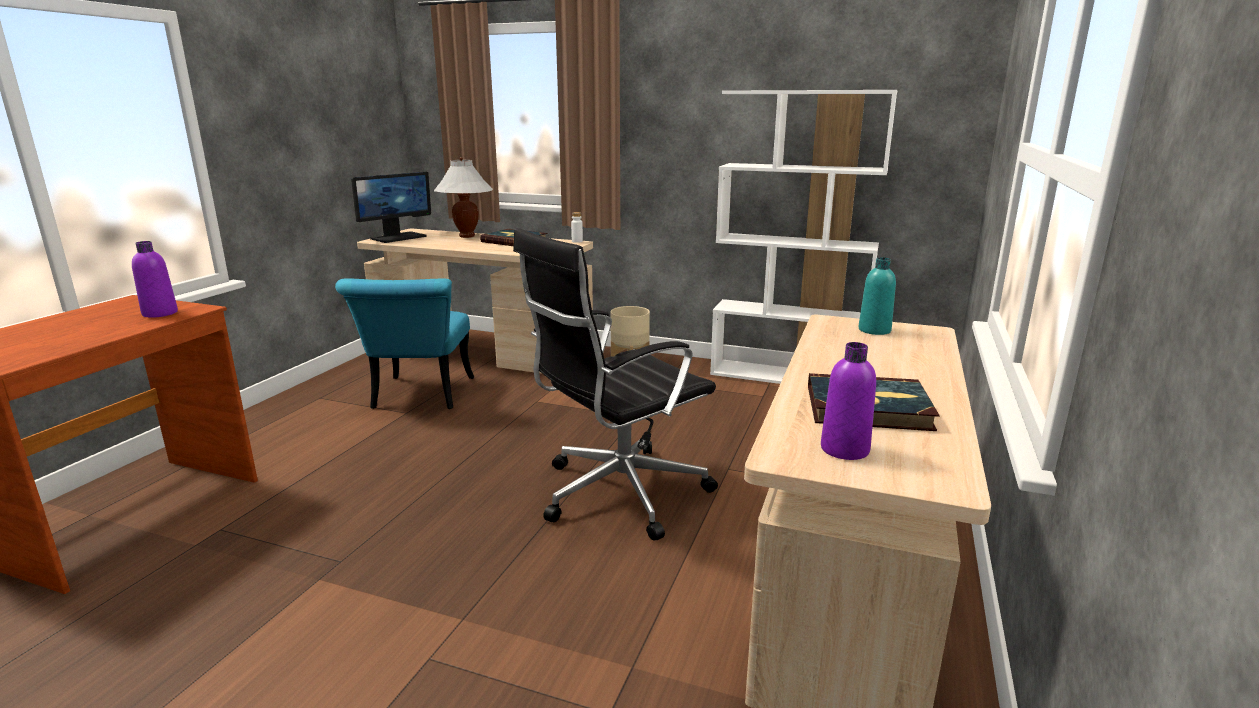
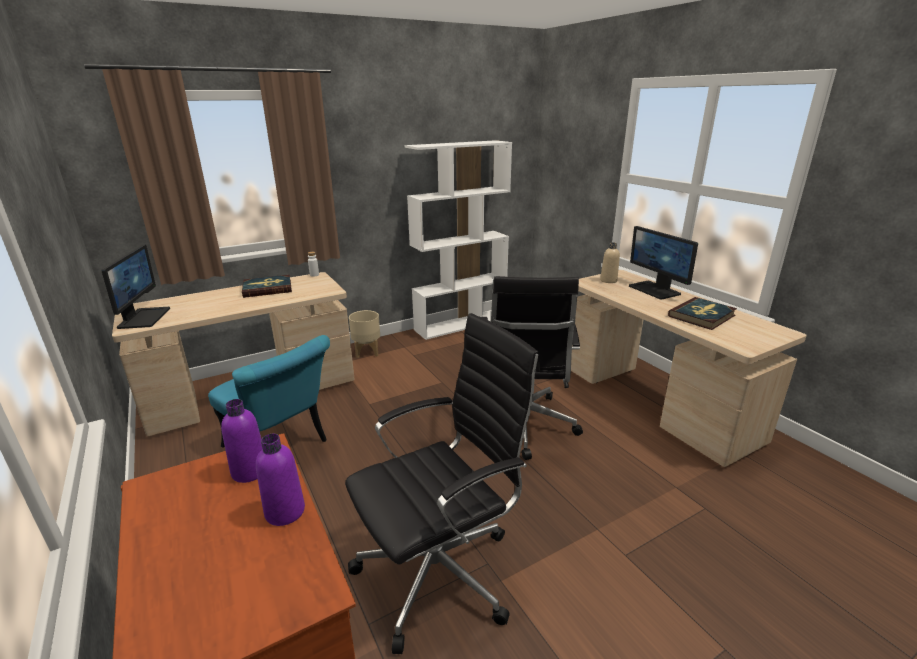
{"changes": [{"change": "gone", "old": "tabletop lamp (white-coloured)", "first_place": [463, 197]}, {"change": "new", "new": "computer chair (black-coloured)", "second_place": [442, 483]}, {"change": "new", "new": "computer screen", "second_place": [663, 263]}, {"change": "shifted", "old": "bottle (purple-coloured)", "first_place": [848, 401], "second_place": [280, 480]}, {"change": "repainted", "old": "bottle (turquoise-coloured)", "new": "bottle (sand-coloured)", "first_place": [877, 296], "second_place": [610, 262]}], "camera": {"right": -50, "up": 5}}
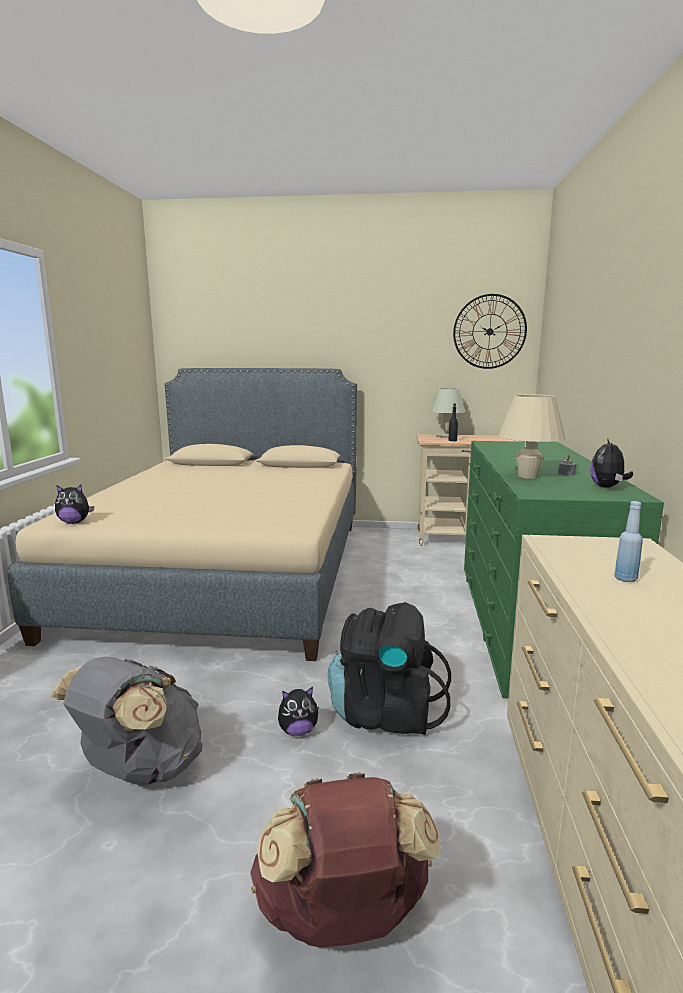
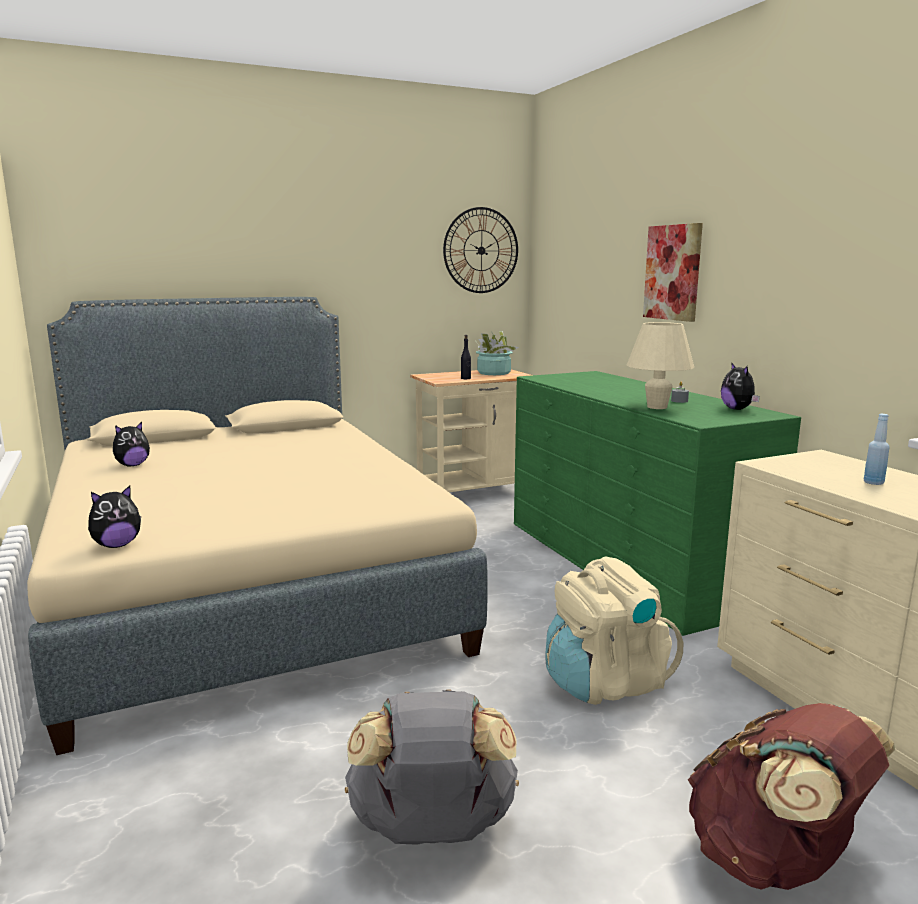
{"changes": [{"change": "gone", "old": "tabletop lamp (sand-coloured)", "first_place": [448, 413]}, {"change": "new", "new": "plant in a pot", "second_place": [497, 353]}, {"change": "new", "new": "wall art", "second_place": [673, 272]}, {"change": "shifted", "old": "soft toy", "first_place": [298, 711], "second_place": [131, 444]}, {"change": "repainted", "old": "knapsack (black-coloured)", "new": "knapsack (sand-coloured)", "first_place": [389, 668], "second_place": [614, 630]}], "camera": {"right": -30, "up": 0}}
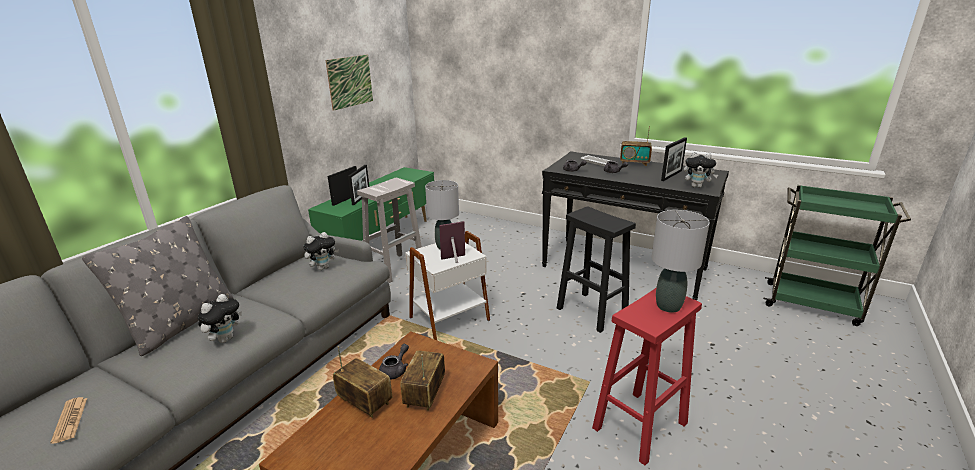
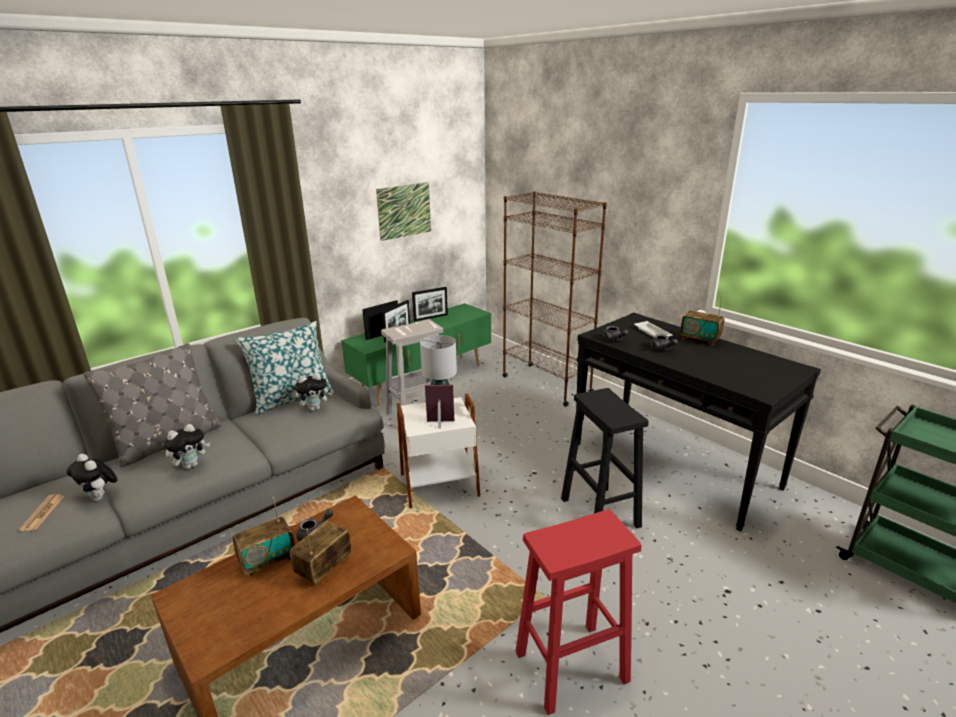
{"changes": [{"change": "gone", "old": "tabletop lamp (grey)", "first_place": [680, 261]}, {"change": "new", "new": "cushion", "second_place": [285, 368]}, {"change": "new", "new": "shelving unit (brown)", "second_place": [555, 299]}, {"change": "shifted", "old": "photo frame", "first_place": [674, 159], "second_place": [430, 304]}, {"change": "shifted", "old": "soft toy", "first_place": [701, 170], "second_place": [92, 477]}, {"change": "rotated", "old": "radio set", "first_place": [362, 382], "second_place": [263, 537], "degrees": 90}], "camera": {"right": 20, "up": 0}}
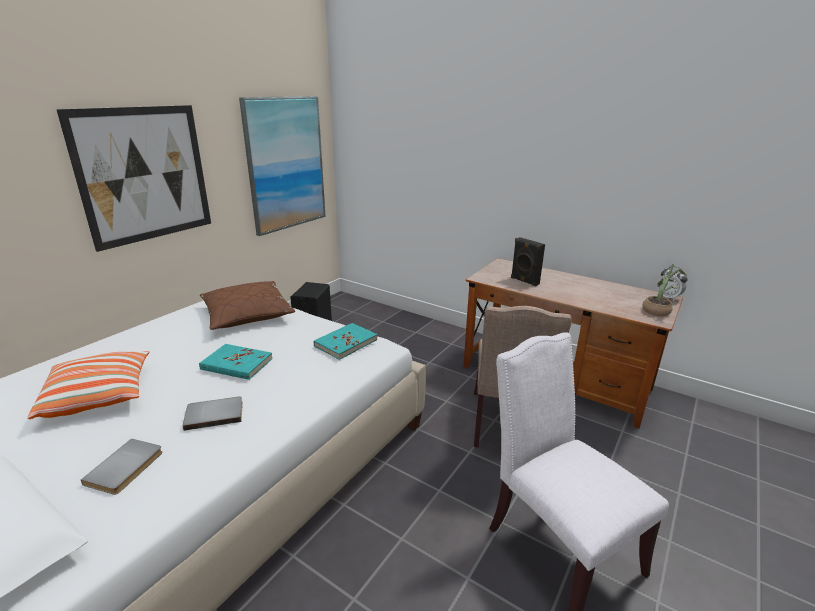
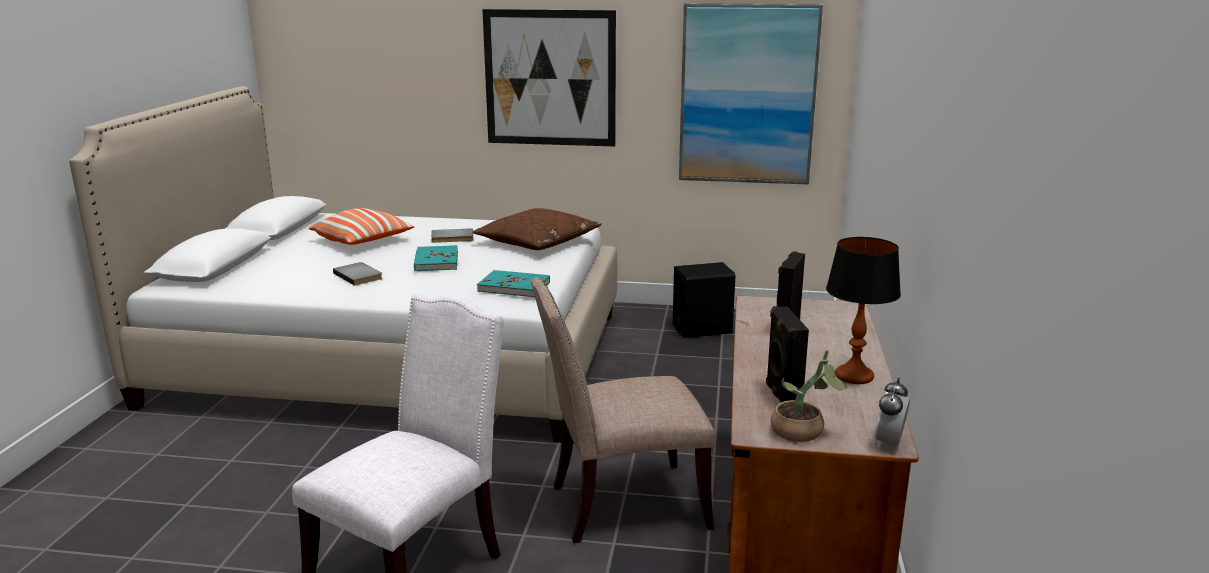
{"changes": [{"change": "new", "new": "loudspeaker (black-coloured)", "second_place": [787, 354]}, {"change": "new", "new": "tabletop lamp", "second_place": [863, 310]}, {"change": "shifted", "old": "bound book (grey)", "first_place": [122, 467], "second_place": [452, 235]}], "camera": {"right": 65, "up": -5}}
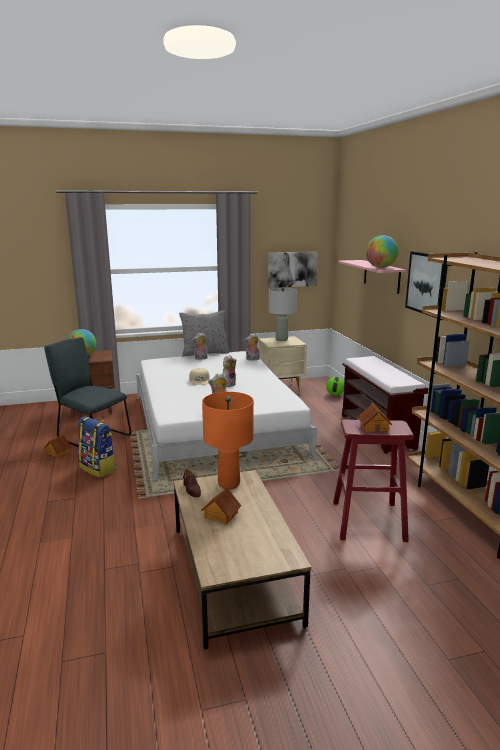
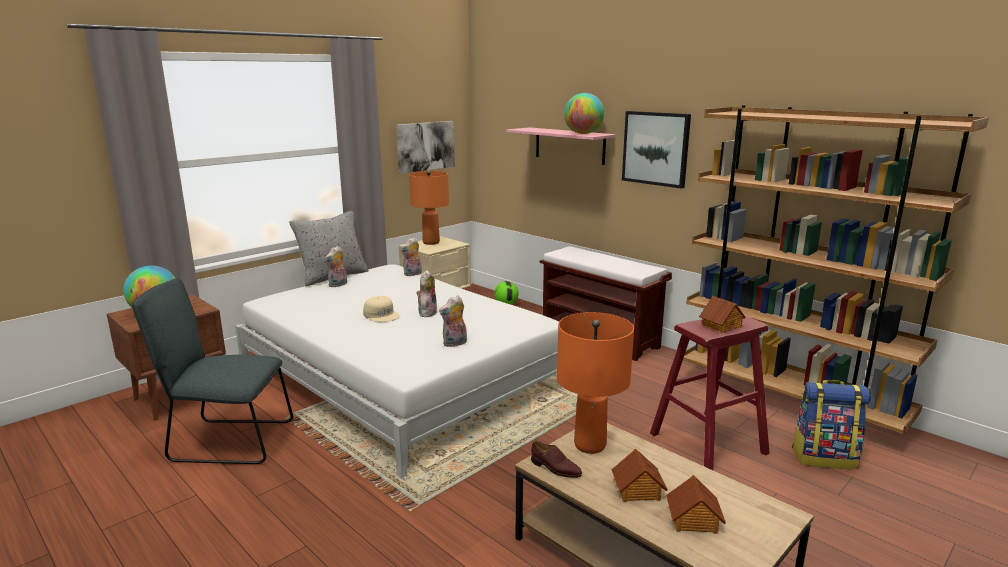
{"changes": [{"change": "shifted", "old": "miniature house", "first_place": [57, 446], "second_place": [696, 504]}, {"change": "shifted", "old": "knapsack", "first_place": [97, 447], "second_place": [831, 424]}, {"change": "repainted", "old": "tabletop lamp (grey)", "new": "tabletop lamp (orange-coloured)", "first_place": [283, 314], "second_place": [429, 208]}], "camera": {"right": -30, "up": 0}}
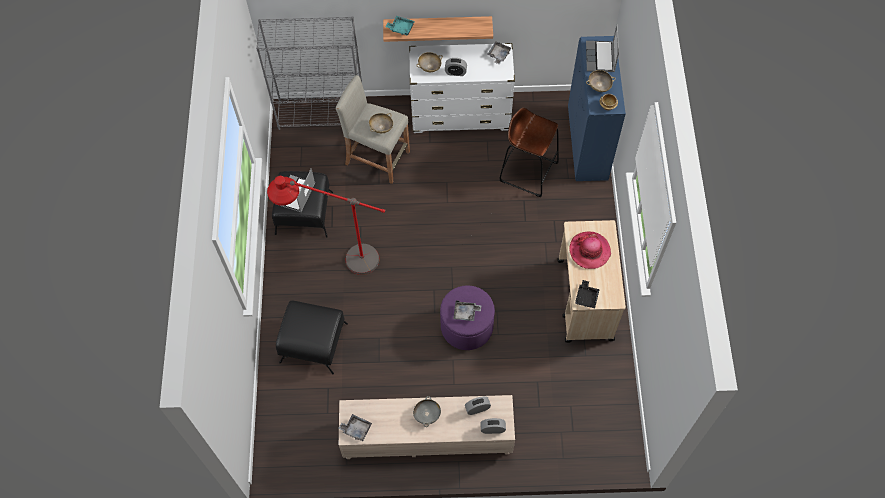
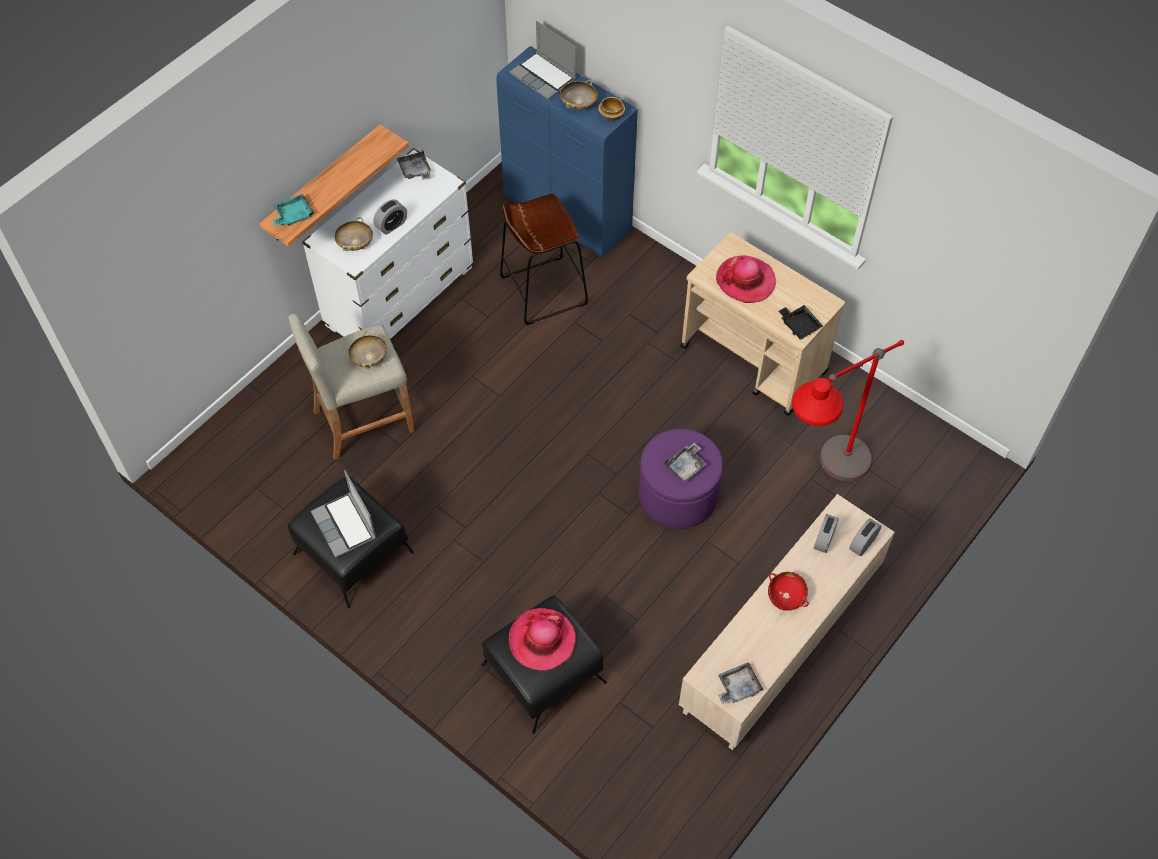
{"changes": [{"change": "gone", "old": "shelving unit (grey)", "first_place": [309, 73]}, {"change": "new", "new": "clothing hat", "second_place": [542, 639]}, {"change": "shifted", "old": "standard lamp (red)", "first_place": [326, 225], "second_place": [848, 410]}, {"change": "repainted", "old": "deep dish (grey)", "new": "deep dish (red)", "first_place": [427, 411], "second_place": [788, 591]}], "camera": {"right": -50, "up": -5}}
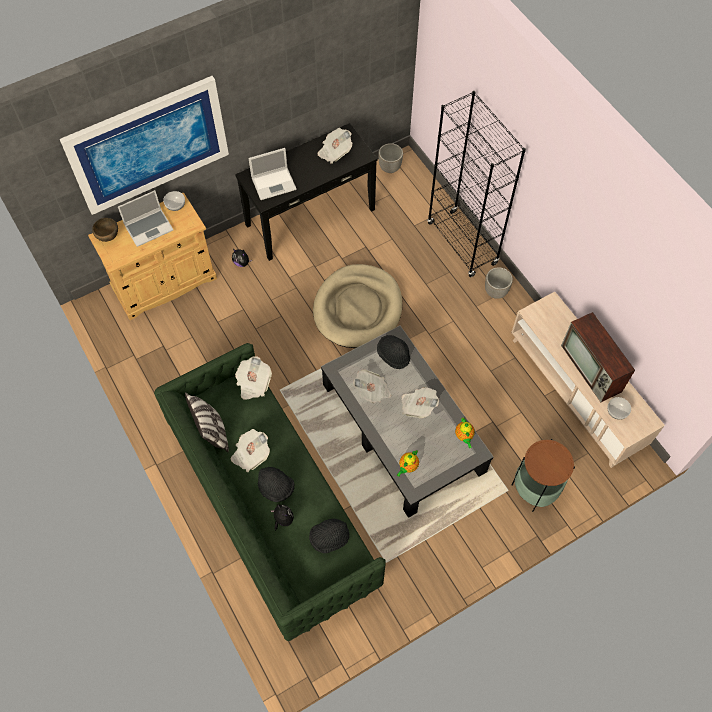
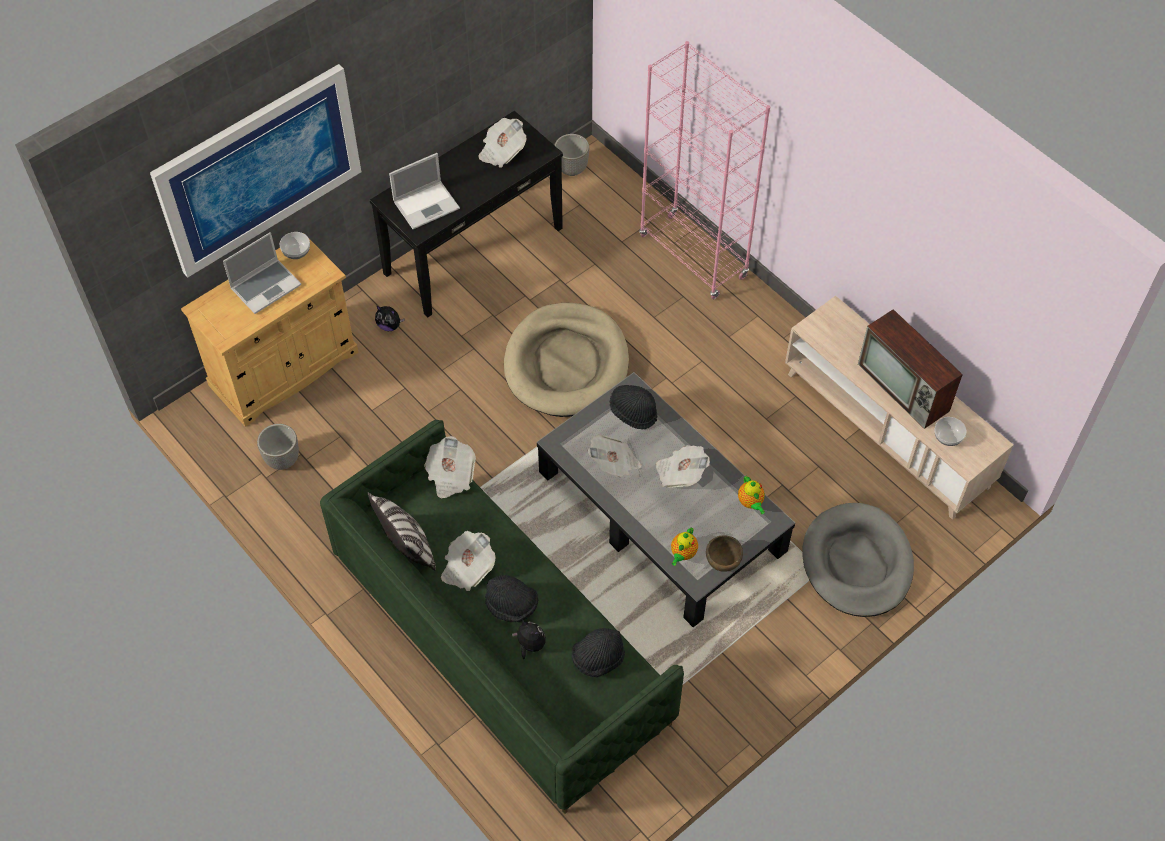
{"changes": [{"change": "shifted", "old": "deep dish (brown)", "first_place": [105, 230], "second_place": [724, 553]}, {"change": "shifted", "old": "plant pot", "first_place": [499, 283], "second_place": [278, 447]}, {"change": "swapped", "old": "end table", "new": "pet bed (grey)", "first_place": [543, 475], "second_place": [858, 560]}, {"change": "repainted", "old": "shelving unit (black-coloured)", "new": "shelving unit (pink)", "first_place": [476, 184], "second_place": [704, 170]}], "camera": {"right": -10, "up": -5}}
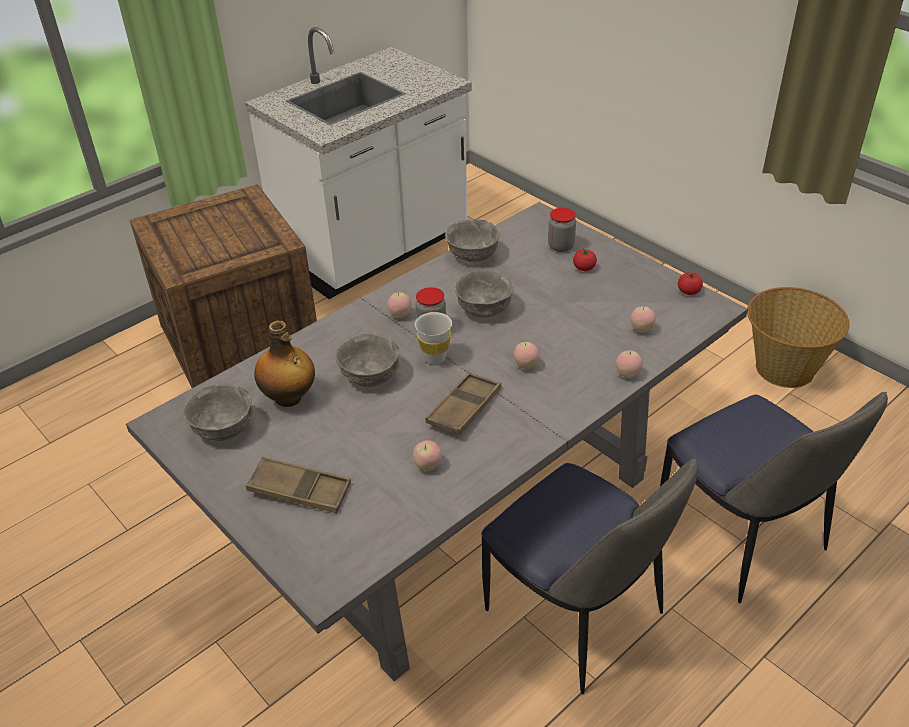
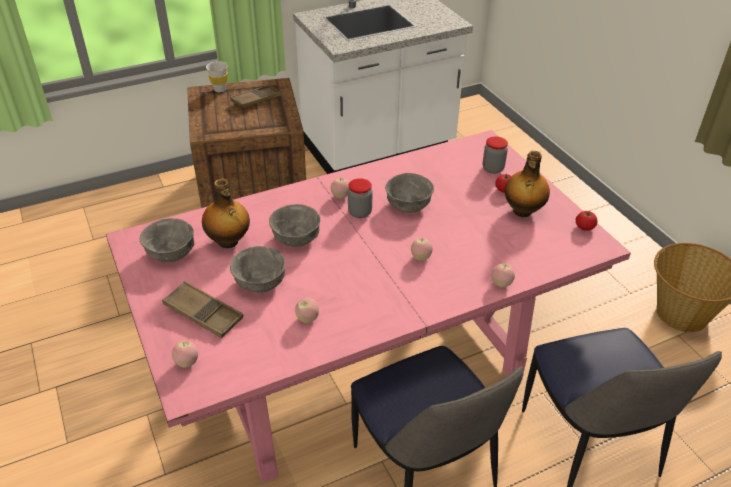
{"changes": [{"change": "new", "new": "bottle", "second_place": [527, 184]}, {"change": "shifted", "old": "small cup (white-coloured)", "first_place": [433, 338], "second_place": [217, 76]}, {"change": "shifted", "old": "tray (brown)", "first_place": [463, 403], "second_place": [256, 96]}, {"change": "shifted", "old": "deep dish (grey)", "first_place": [472, 240], "second_place": [257, 269]}, {"change": "shifted", "old": "apple fruit", "first_place": [643, 319], "second_place": [185, 354]}, {"change": "repainted", "old": "kitchen table (grey)", "new": "kitchen table (pink)", "first_place": [437, 441], "second_place": [368, 306]}], "camera": {"right": 15, "up": 0}}
